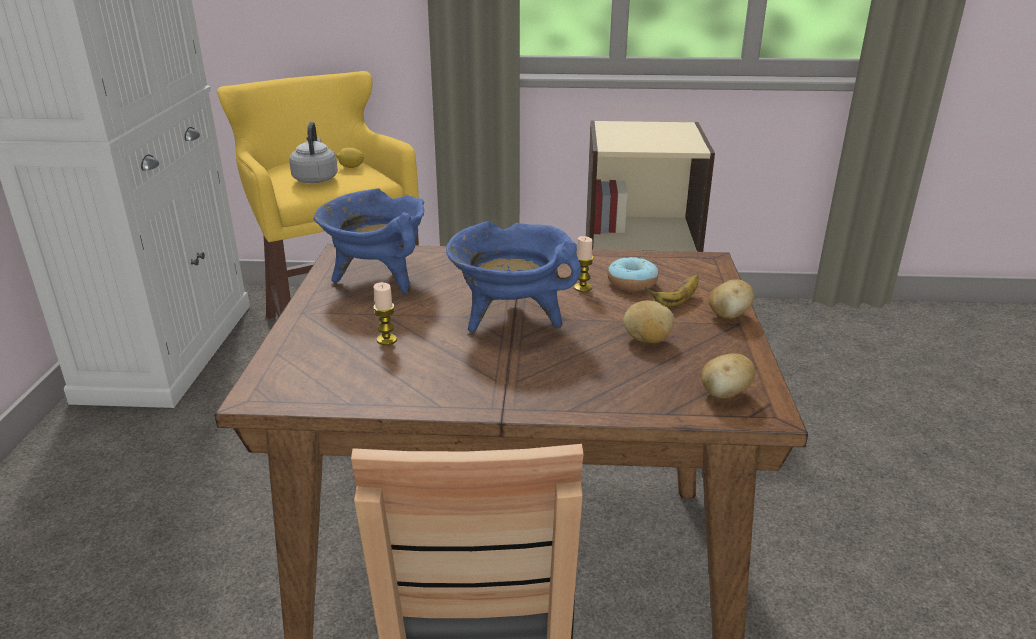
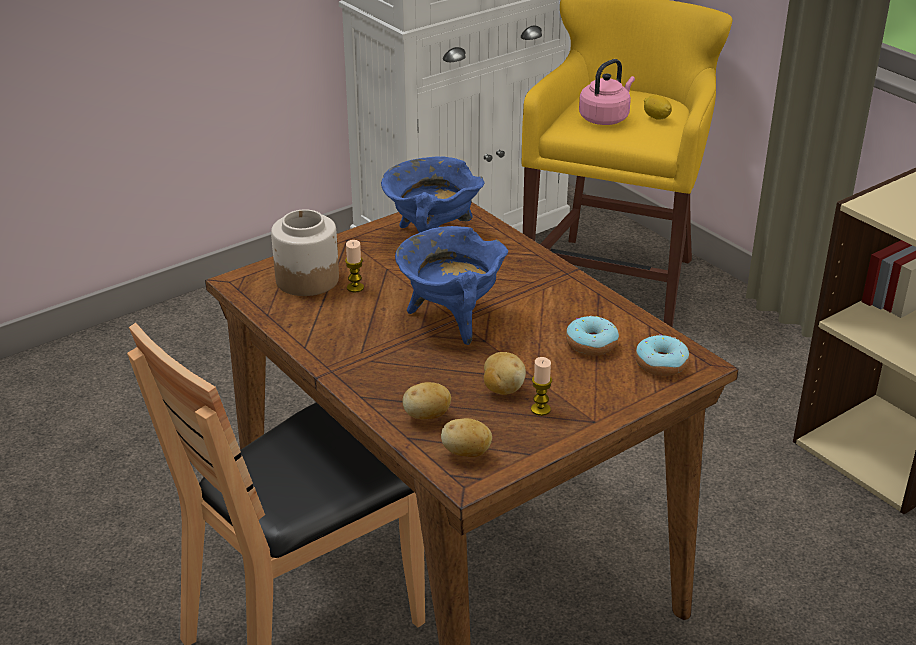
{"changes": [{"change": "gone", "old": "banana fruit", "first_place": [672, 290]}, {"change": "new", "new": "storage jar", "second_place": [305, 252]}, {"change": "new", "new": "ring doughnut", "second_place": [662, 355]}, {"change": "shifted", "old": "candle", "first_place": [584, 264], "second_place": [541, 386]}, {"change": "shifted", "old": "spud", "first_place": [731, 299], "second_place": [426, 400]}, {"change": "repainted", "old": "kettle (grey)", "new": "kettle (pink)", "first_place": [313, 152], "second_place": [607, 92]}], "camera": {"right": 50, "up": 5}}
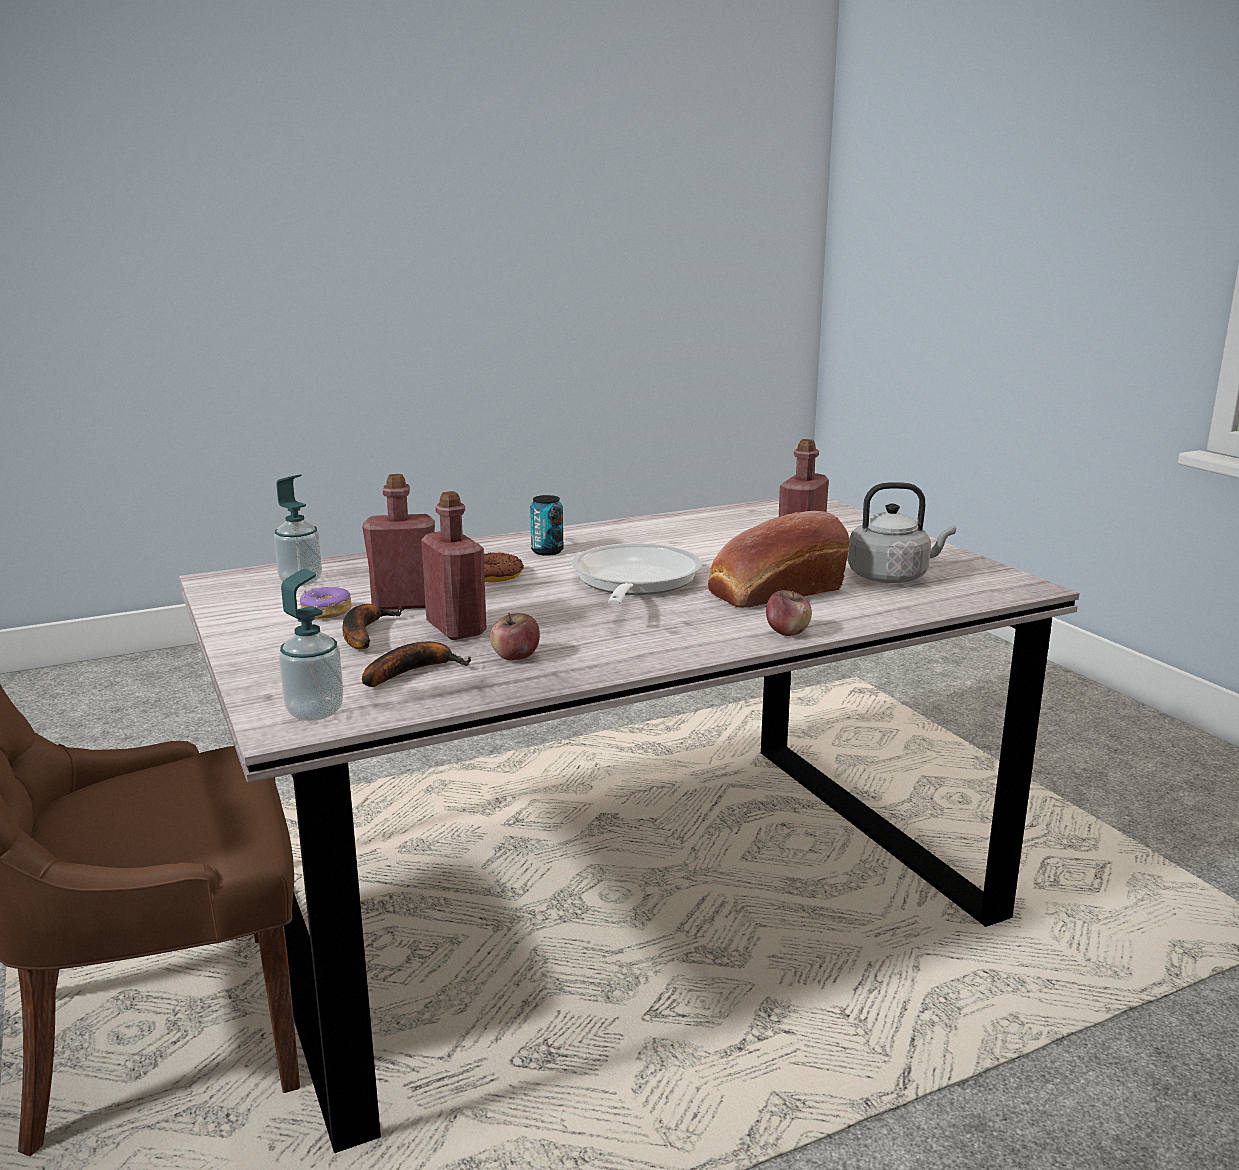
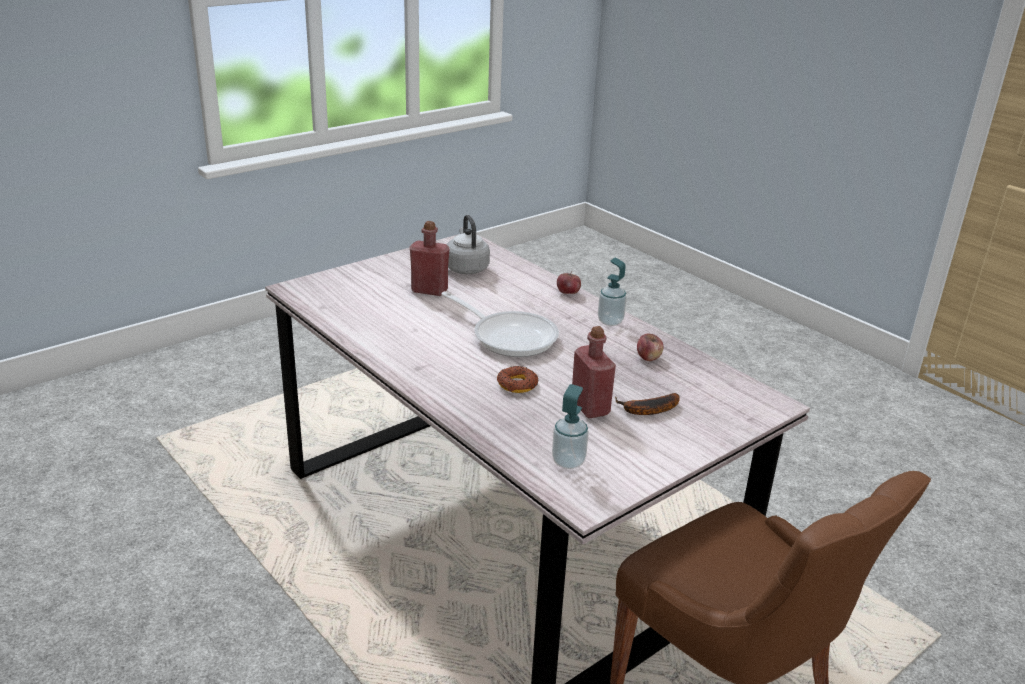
{"changes": [{"change": "gone", "old": "ring doughnut", "first_place": [326, 603]}, {"change": "gone", "old": "banana fruit", "first_place": [416, 664]}, {"change": "gone", "old": "bottle (red)", "first_place": [454, 565]}, {"change": "gone", "old": "metal can", "first_place": [546, 525]}, {"change": "gone", "old": "bread", "first_place": [779, 559]}, {"change": "shifted", "old": "soap bottle", "first_place": [311, 645], "second_place": [612, 292]}, {"change": "rotated", "old": "skillet", "first_place": [637, 574], "second_place": [500, 324], "degrees": -135}], "camera": {"right": -105, "up": 10}}
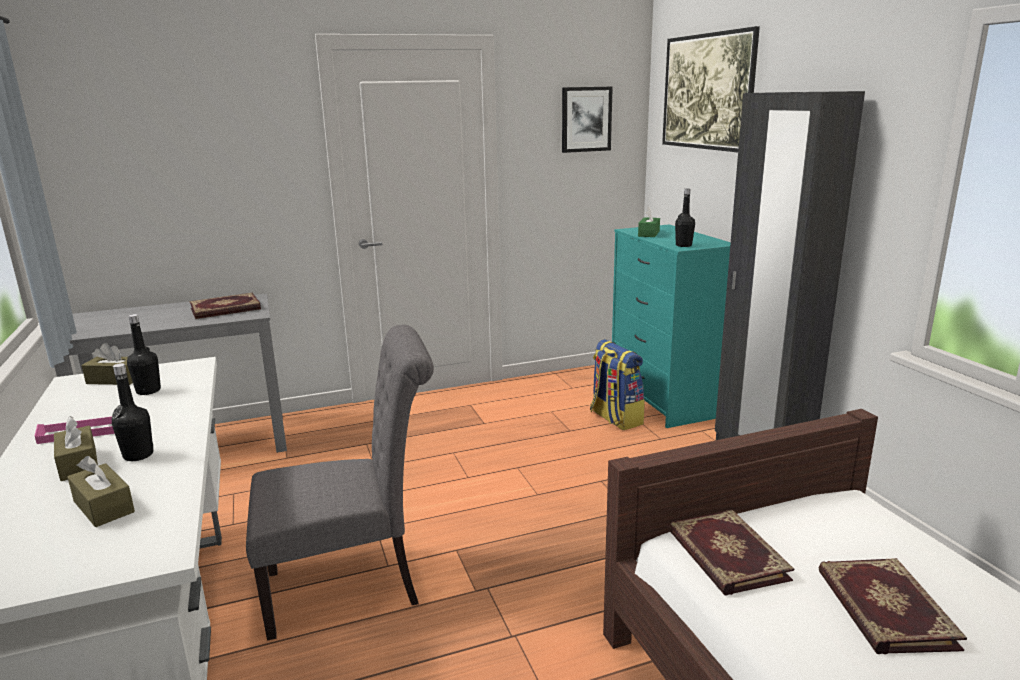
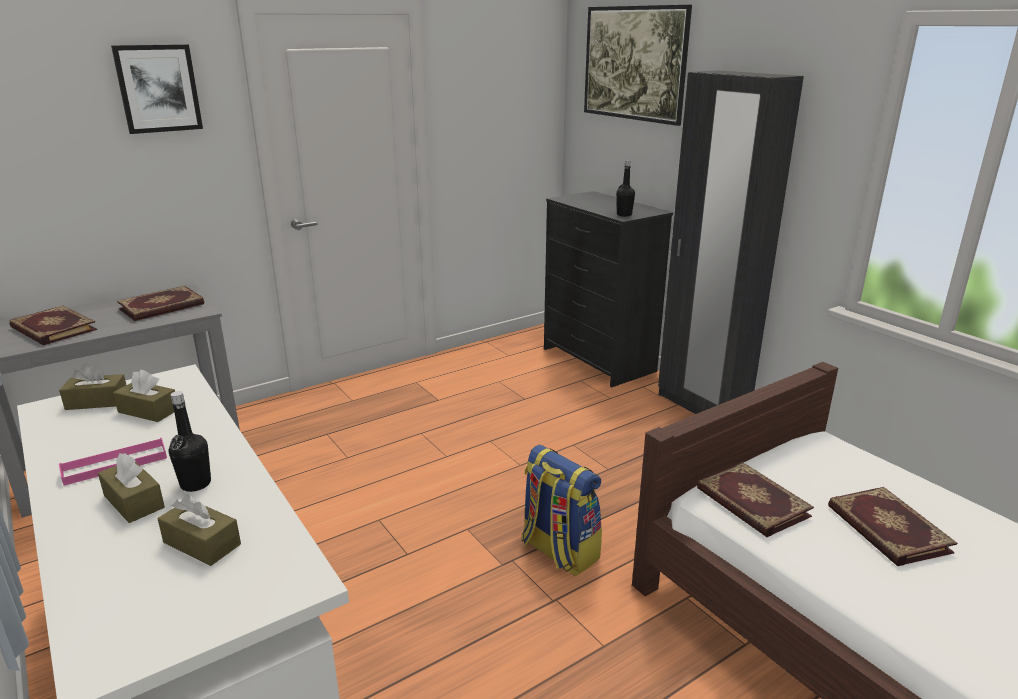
{"changes": [{"change": "gone", "old": "plain chair (grey)", "first_place": [340, 483]}, {"change": "gone", "old": "box of tissues (green-coloured)", "first_place": [649, 222]}, {"change": "new", "new": "bound book", "second_place": [53, 325]}, {"change": "shifted", "old": "wall art", "first_place": [587, 120], "second_place": [157, 89]}, {"change": "shifted", "old": "knapsack", "first_place": [617, 384], "second_place": [562, 510]}, {"change": "swapped", "old": "bottle (black-coloured)", "new": "box of tissues (brown)", "first_place": [144, 354], "second_place": [144, 396]}, {"change": "repainted", "old": "dresser (turquoise-coloured)", "new": "dresser (black-coloured)", "first_place": [671, 326], "second_place": [608, 289]}], "camera": {"right": -15, "up": 5}}
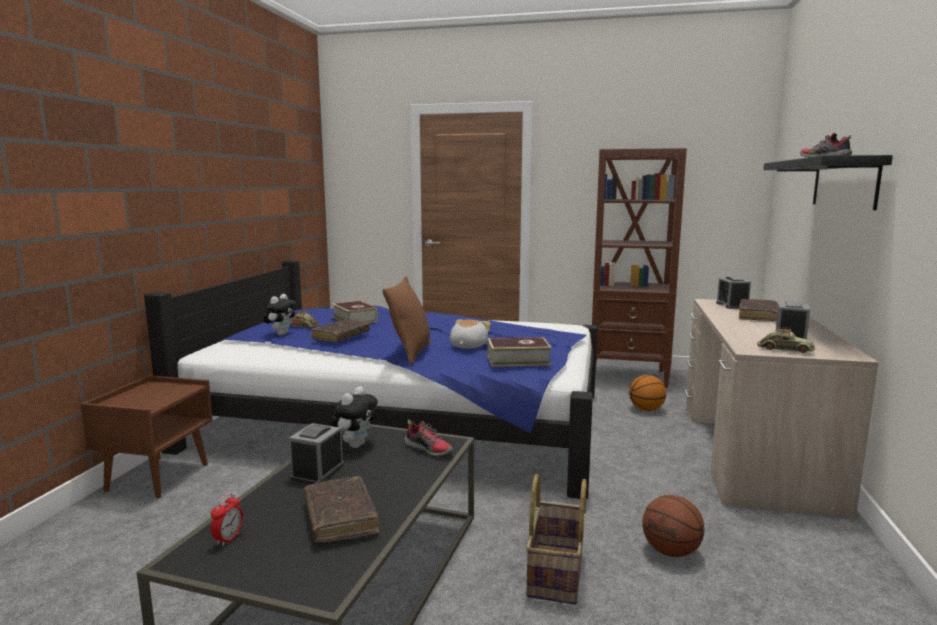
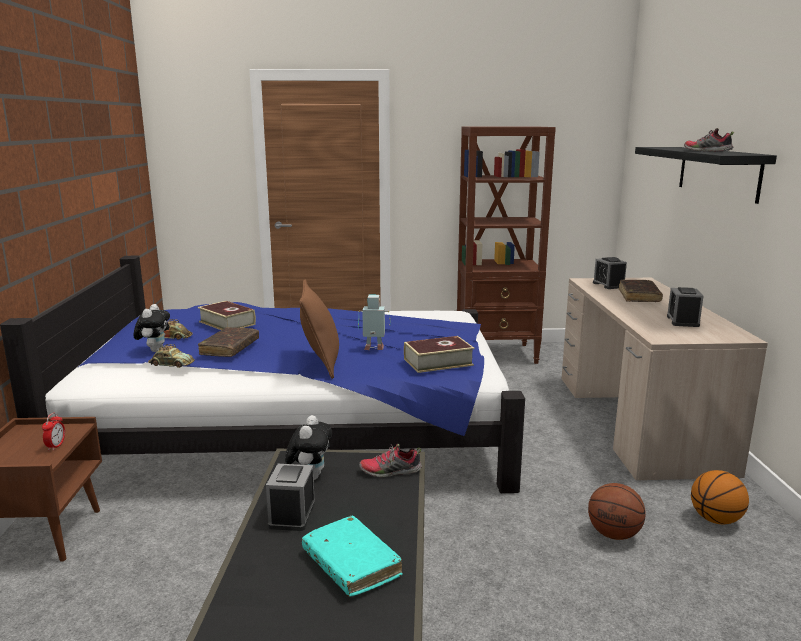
{"changes": [{"change": "gone", "old": "household basket", "first_place": [556, 539]}, {"change": "shifted", "old": "bedside clock", "first_place": [227, 519], "second_place": [53, 432]}, {"change": "shifted", "old": "basketball ball", "first_place": [647, 393], "second_place": [720, 497]}, {"change": "shifted", "old": "toy car", "first_place": [786, 340], "second_place": [171, 356]}, {"change": "swapped", "old": "soft toy", "new": "model robot", "first_place": [470, 334], "second_place": [374, 322]}, {"change": "repainted", "old": "bound book (brown)", "new": "bound book (turquoise-coloured)", "first_place": [341, 509], "second_place": [352, 556]}, {"change": "rotated", "old": "item of footwear", "first_place": [429, 437], "second_place": [390, 461], "degrees": 150}], "camera": {"right": -15, "up": 5}}
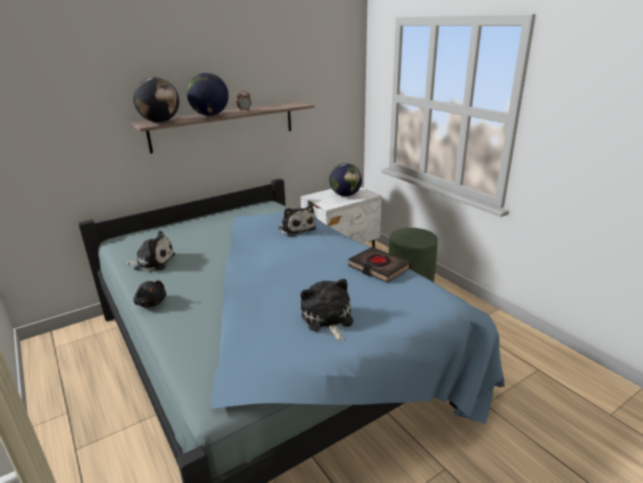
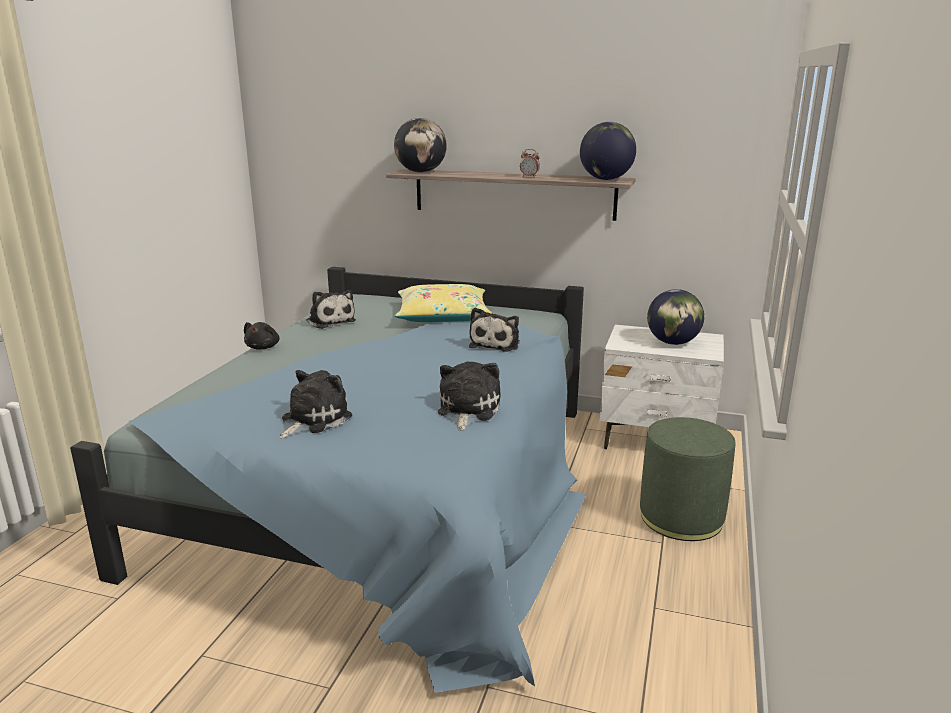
{"changes": [{"change": "new", "new": "cushion (yellowish)", "second_place": [443, 303]}, {"change": "shifted", "old": "globe", "first_place": [208, 94], "second_place": [608, 151]}, {"change": "swapped", "old": "bound book (black-coloured)", "new": "soft toy", "first_place": [379, 265], "second_place": [469, 396]}], "camera": {"right": 50, "up": -5}}
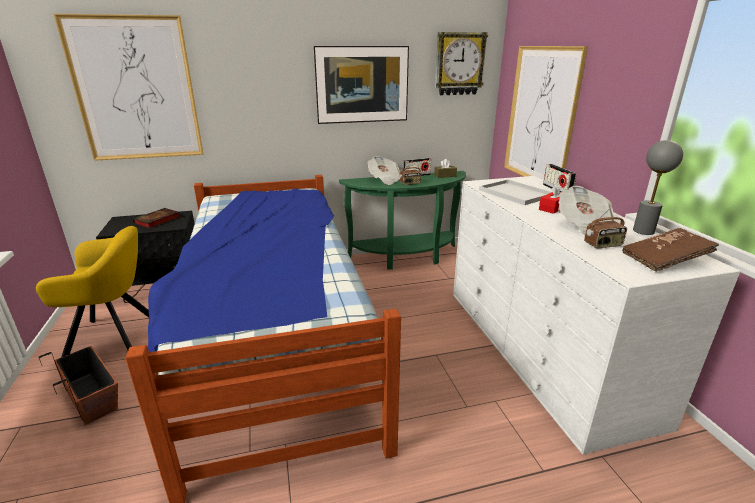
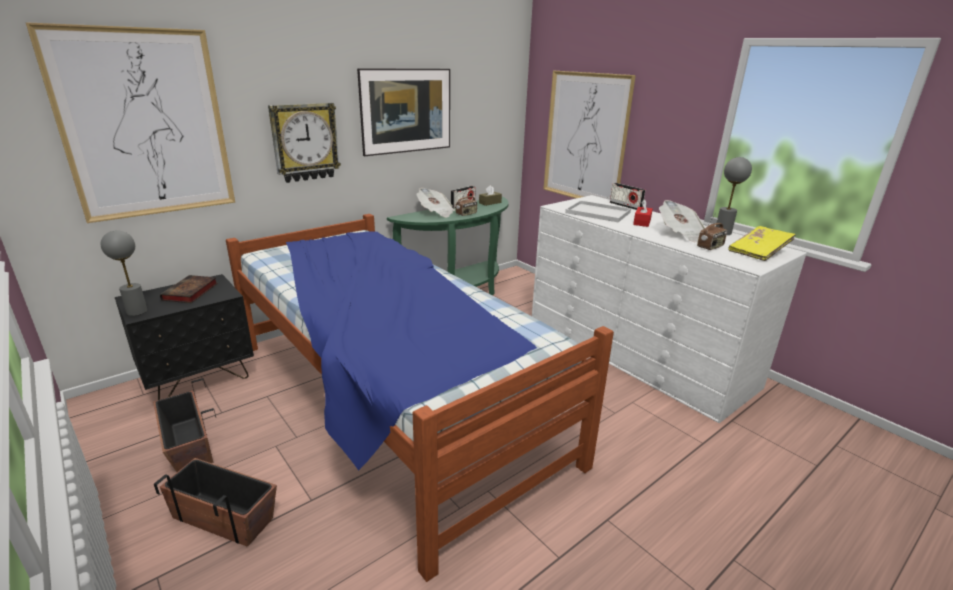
{"changes": [{"change": "new", "new": "tabletop lamp (grey)", "second_place": [124, 273]}, {"change": "shifted", "old": "clock on the wall", "first_place": [461, 63], "second_place": [304, 143]}, {"change": "swapped", "old": "easy chair (yellowish)", "new": "plant pot", "first_place": [92, 291], "second_place": [184, 425]}, {"change": "repainted", "old": "bound book (brown)", "new": "bound book (yellowish)", "first_place": [670, 250], "second_place": [762, 243]}], "camera": {"right": -25, "up": 0}}
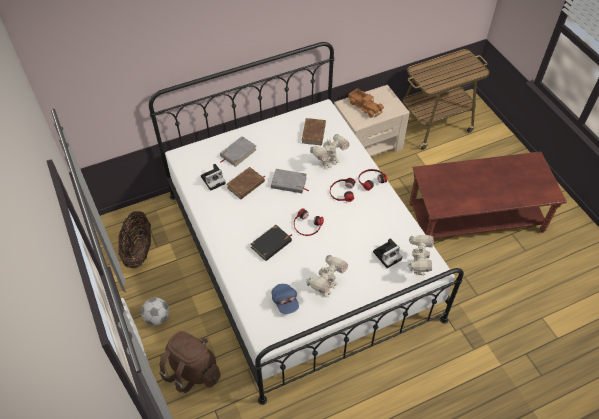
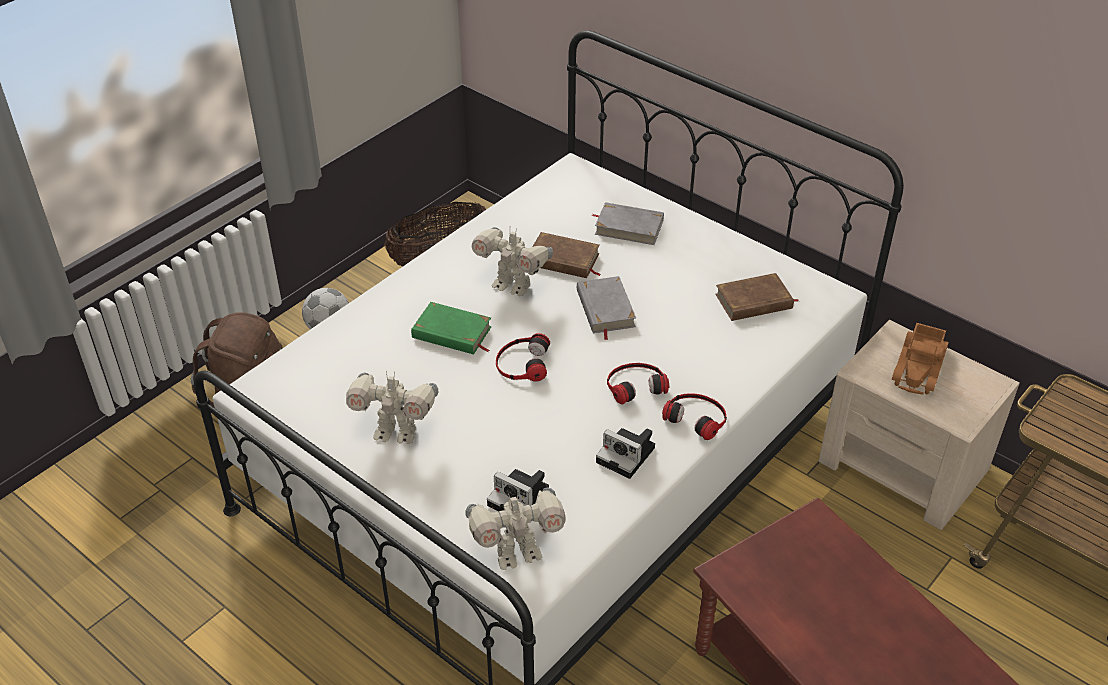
{"changes": [{"change": "gone", "old": "peaked cap (bluish)", "first_place": [285, 299]}, {"change": "shifted", "old": "photo camera", "first_place": [213, 177], "second_place": [625, 453]}, {"change": "shifted", "old": "model robot", "first_place": [329, 152], "second_place": [512, 261]}, {"change": "repainted", "old": "bound book (black-coloured)", "new": "bound book (green-coloured)", "first_place": [272, 243], "second_place": [451, 328]}], "camera": {"right": 65, "up": -10}}
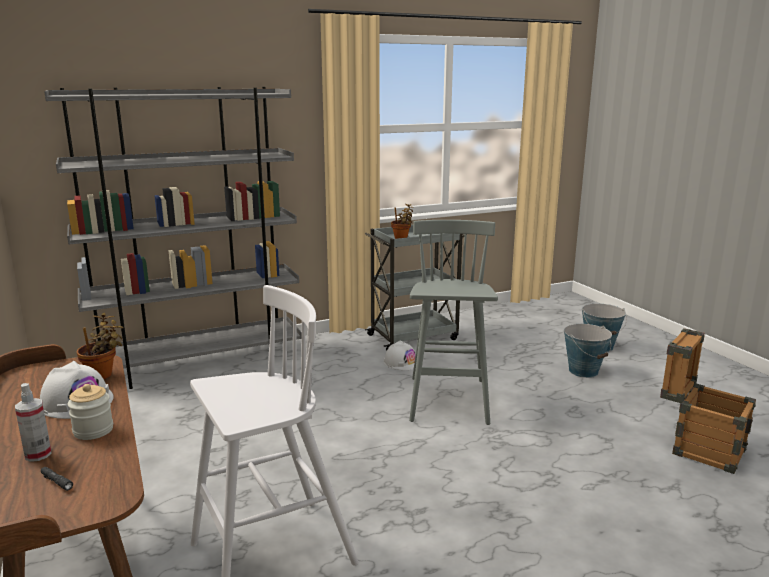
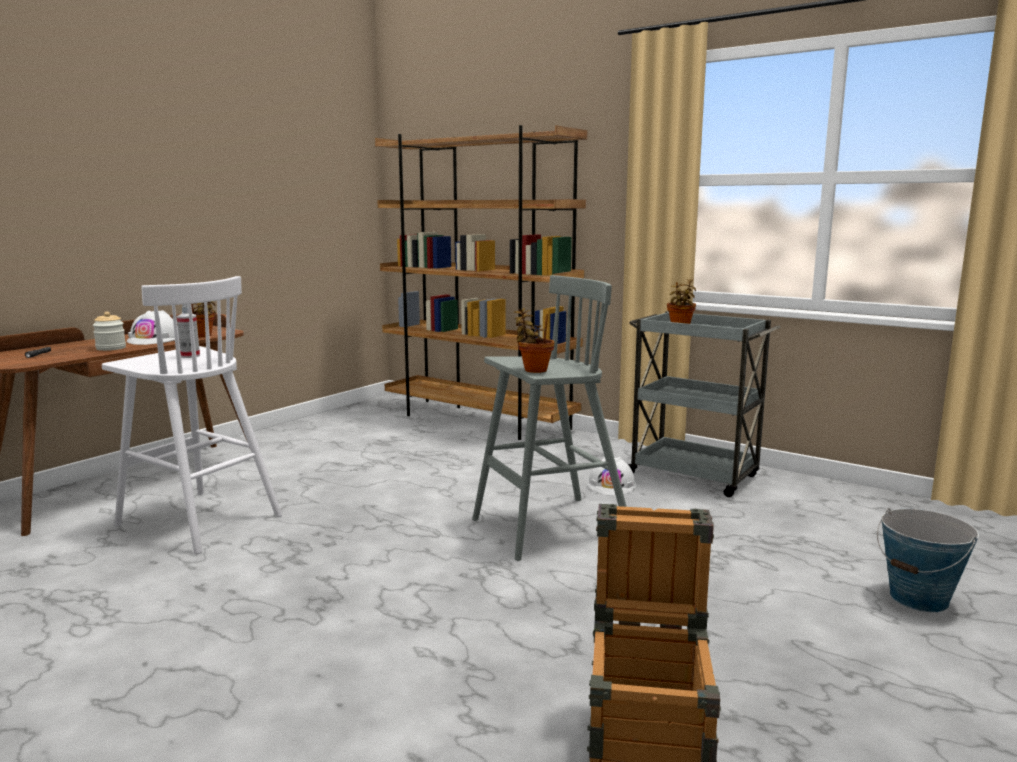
{"changes": [{"change": "gone", "old": "pail", "first_place": [588, 351]}, {"change": "new", "new": "plant in a pot", "second_place": [533, 340]}, {"change": "shifted", "old": "spray bottle", "first_place": [33, 422], "second_place": [188, 331]}, {"change": "repainted", "old": "shelving unit (grey)", "new": "shelving unit (brown)", "first_place": [173, 238], "second_place": [481, 282]}], "camera": {"right": 60, "up": -5}}
